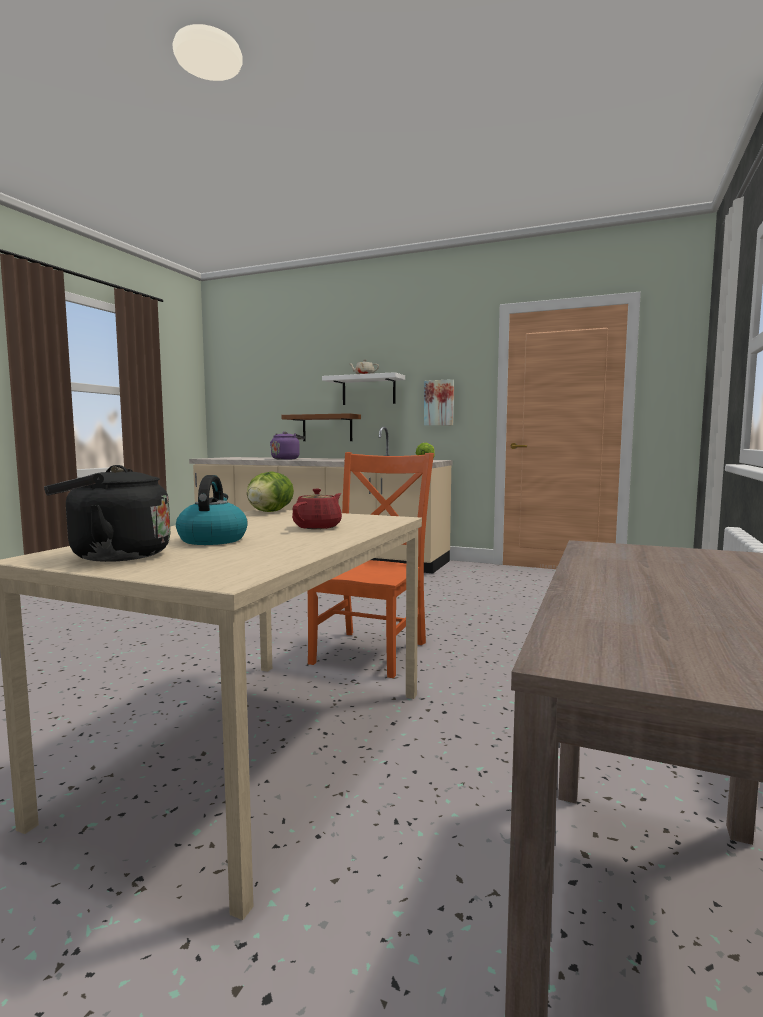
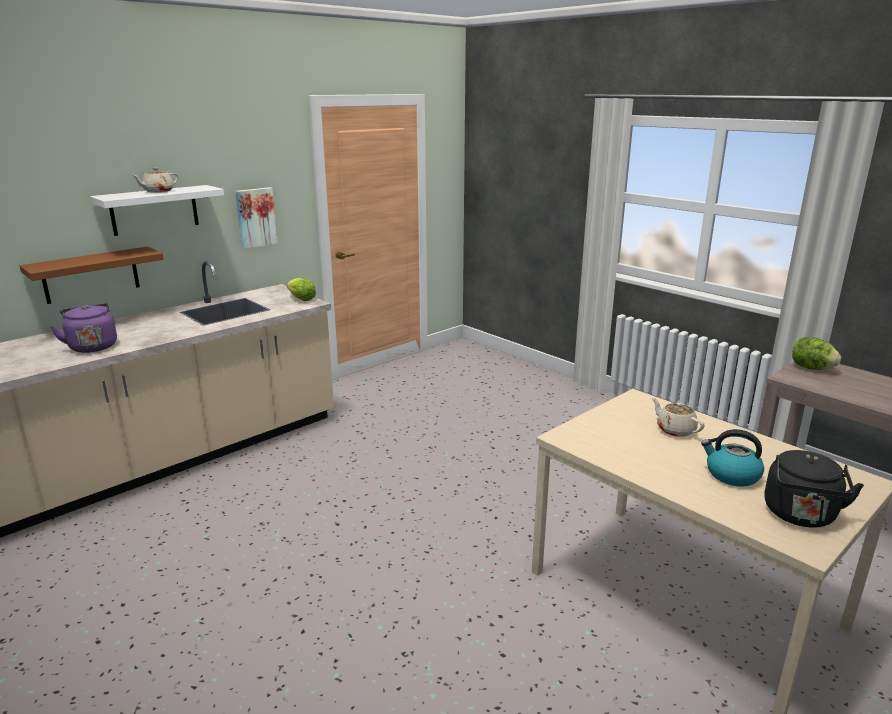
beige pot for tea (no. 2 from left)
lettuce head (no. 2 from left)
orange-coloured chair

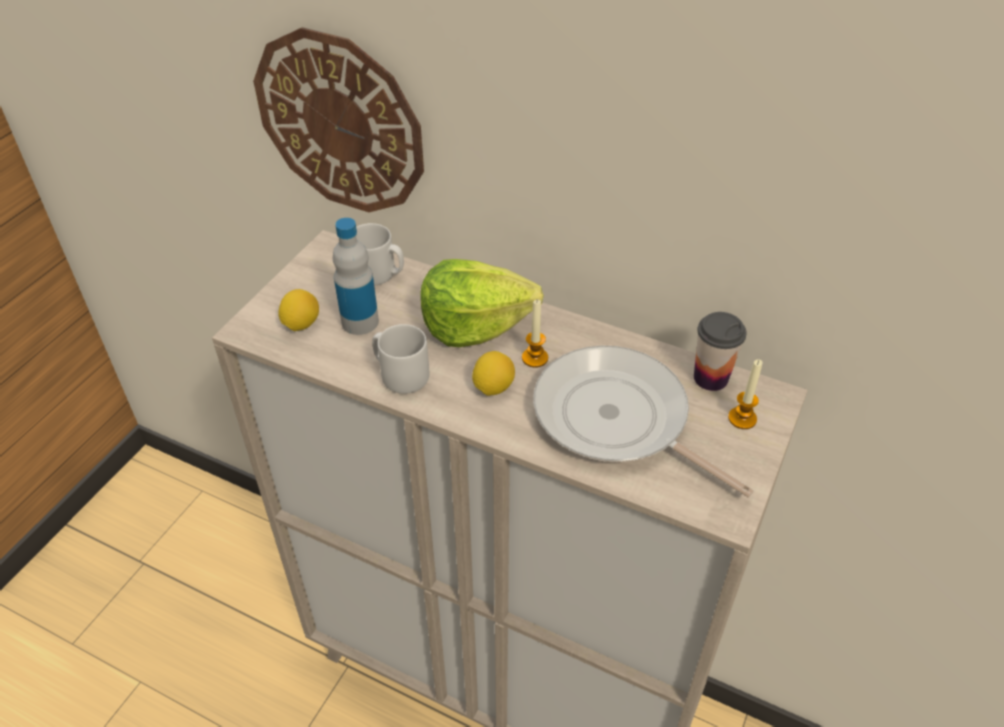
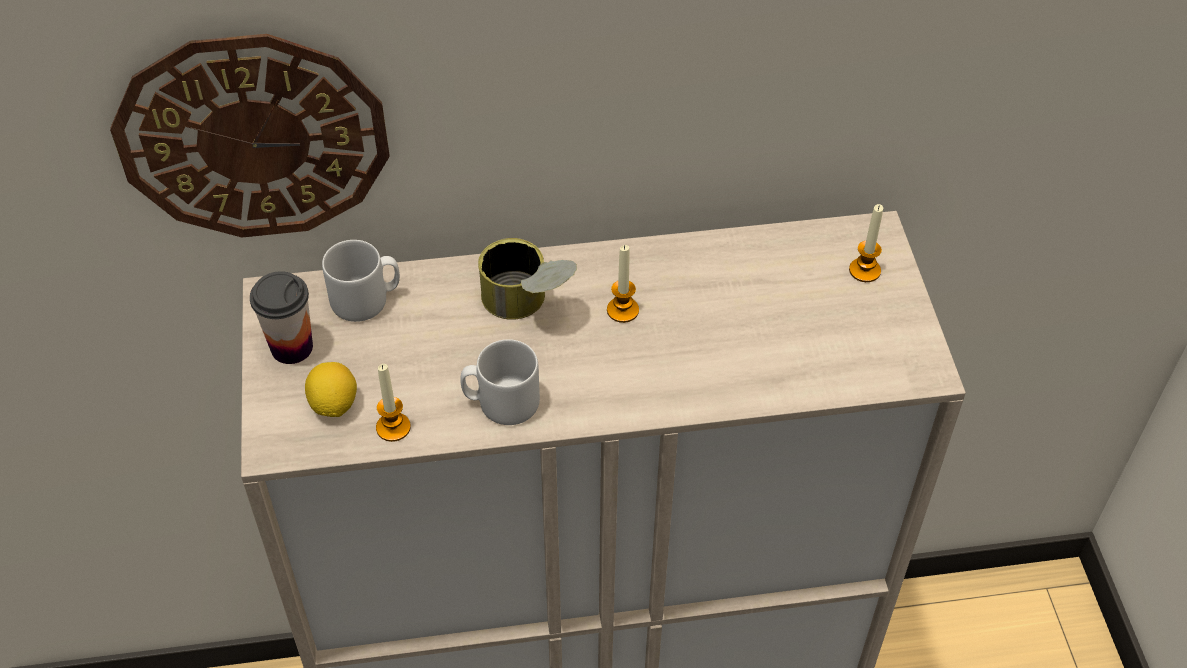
cup
candle (no. 1 from left)
can
bottle
lemon (no. 2 from left in the first image)
pan

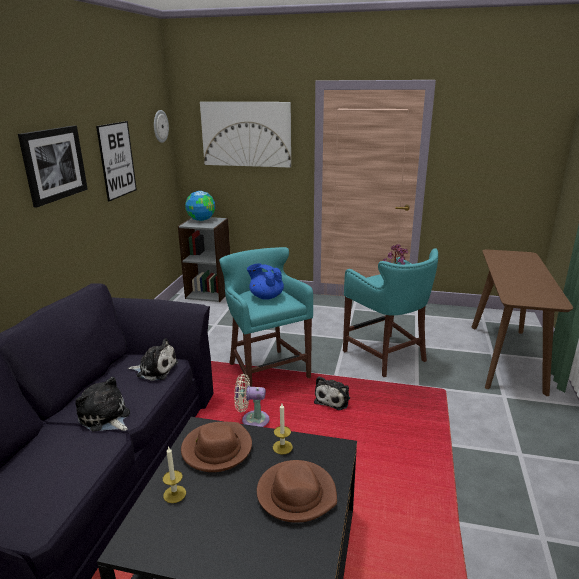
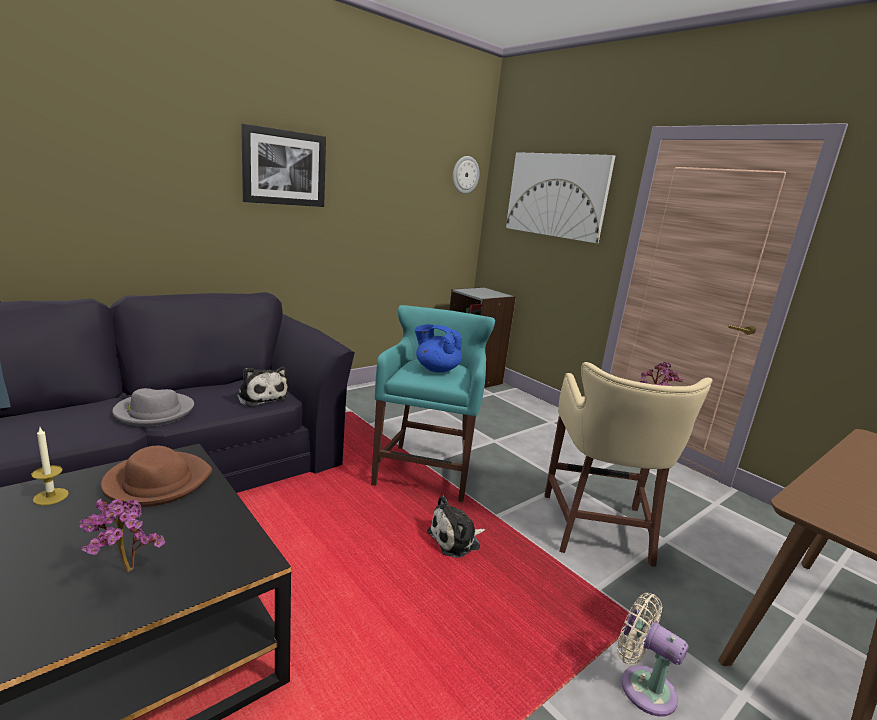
potted plant (no. 1 from left)
greyish wearable hat
blue pot for tea
beige stool
beige fan
wall picture (no. 2 from left in the first image)
desk globe
candle (no. 2 from left in the first image)

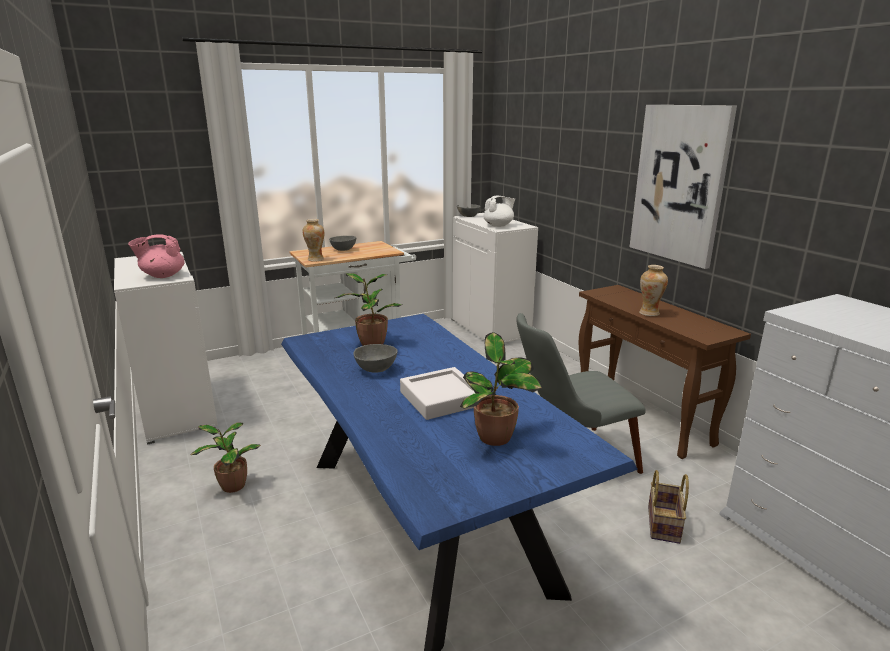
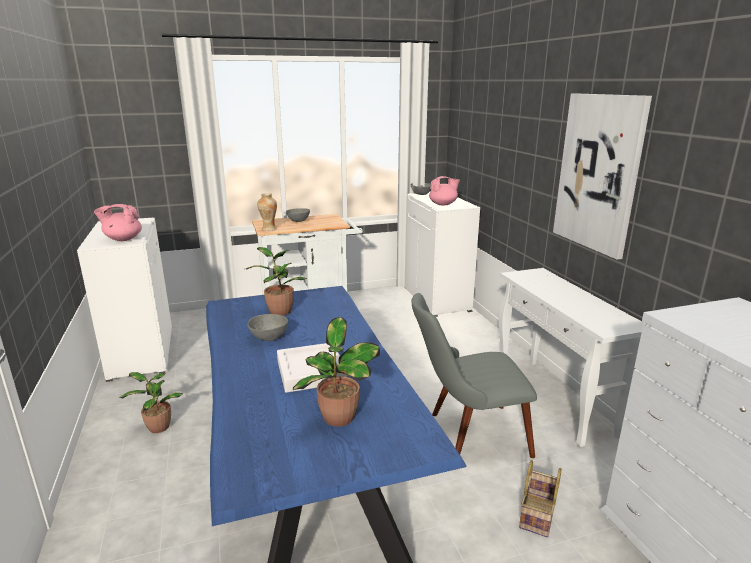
pinkish pot for tea (no. 2 from left)
white-coloured console table
flower vase (no. 2 from left in the first image)

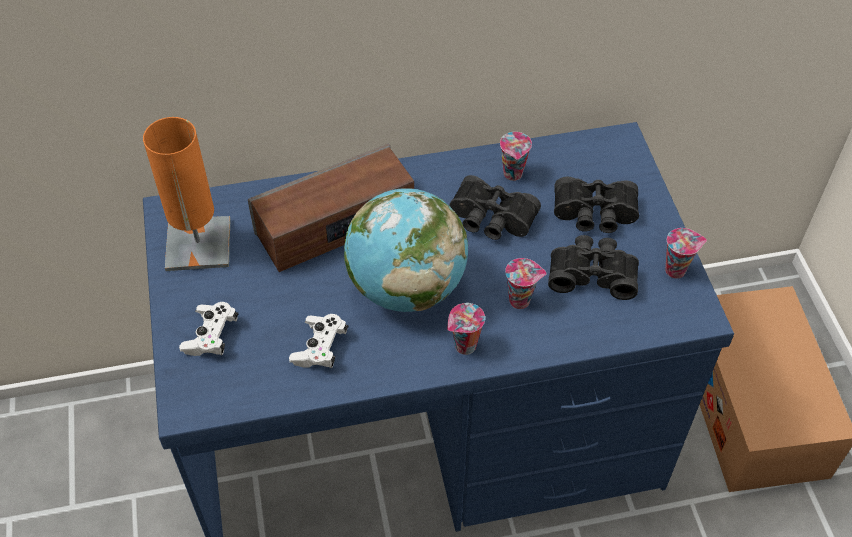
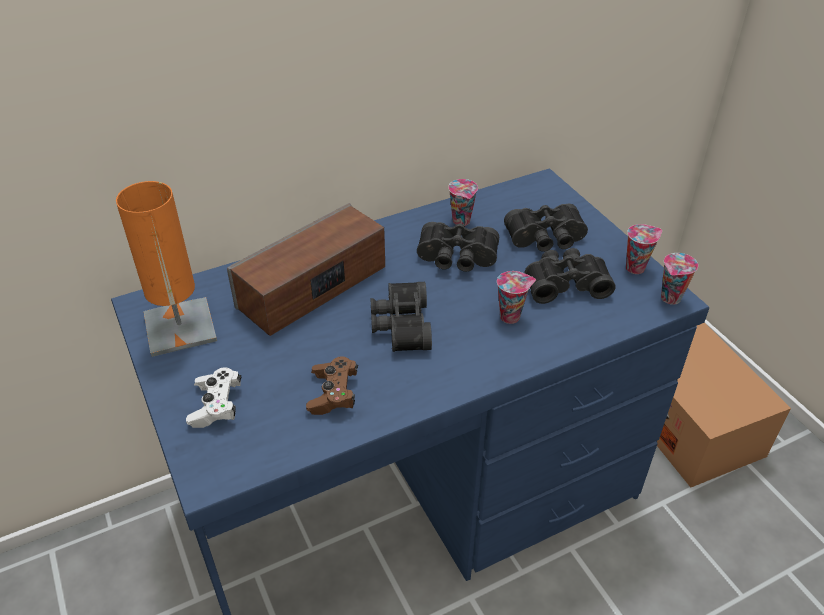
brown-coloured game controller
blackish field glasses (no. 1 from left)
cup (no. 4 from left)

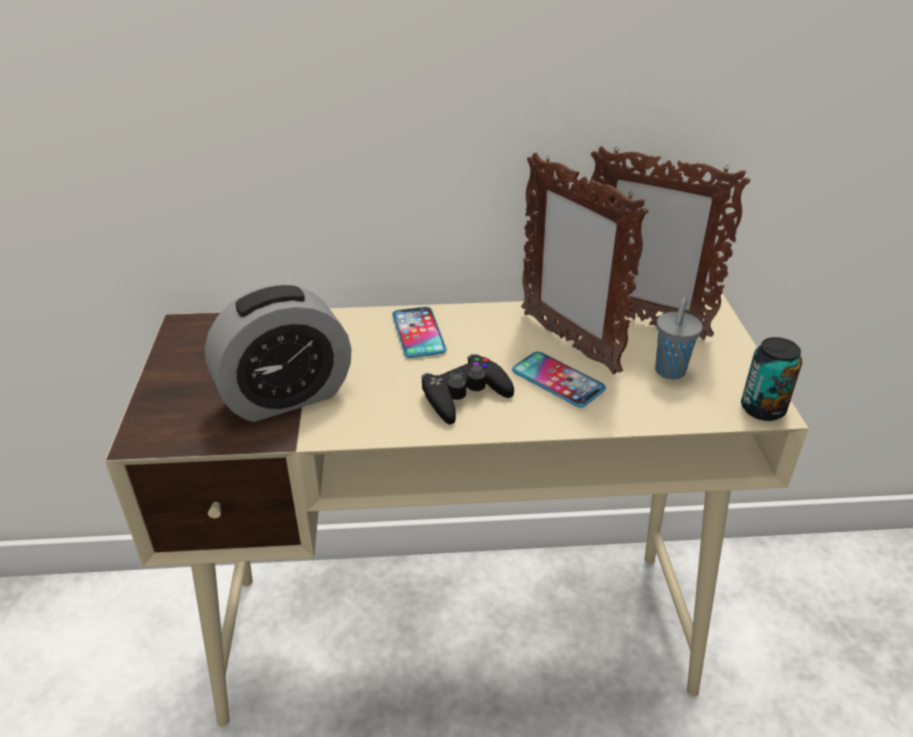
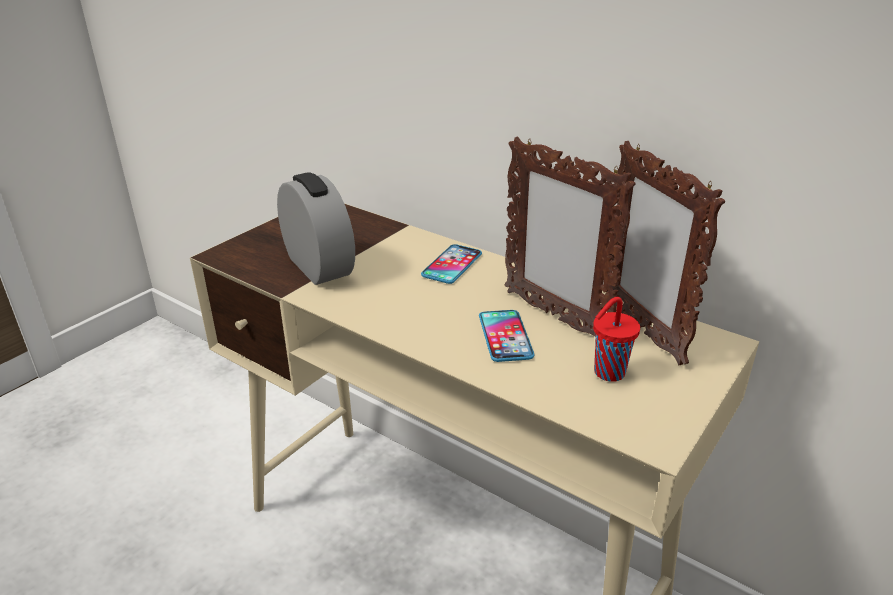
bedside clock
picture frame (no. 1 from left)
red-coloured cup
blackish game controller
can

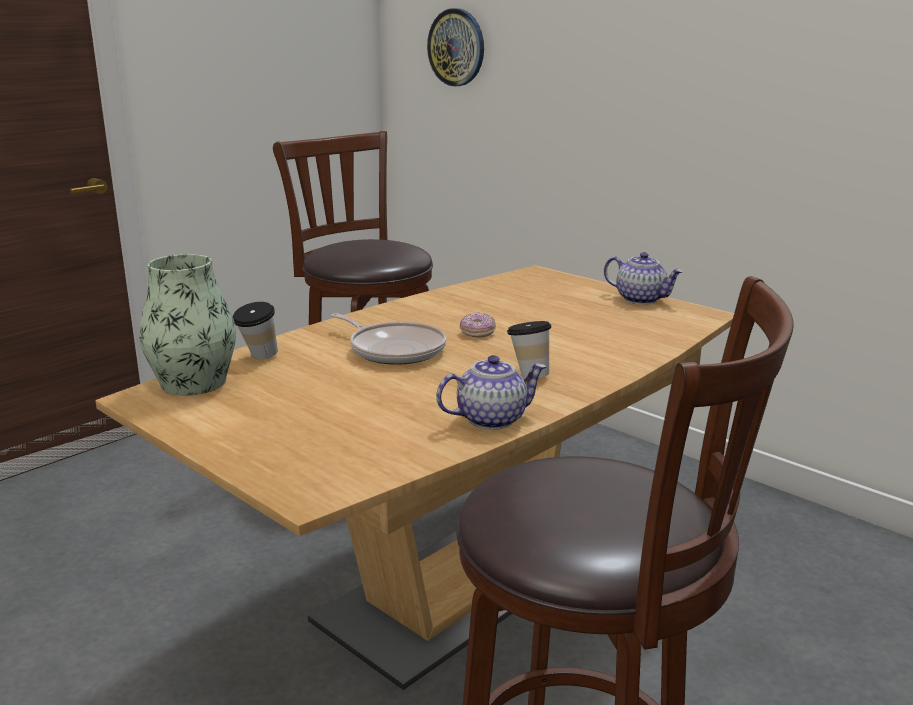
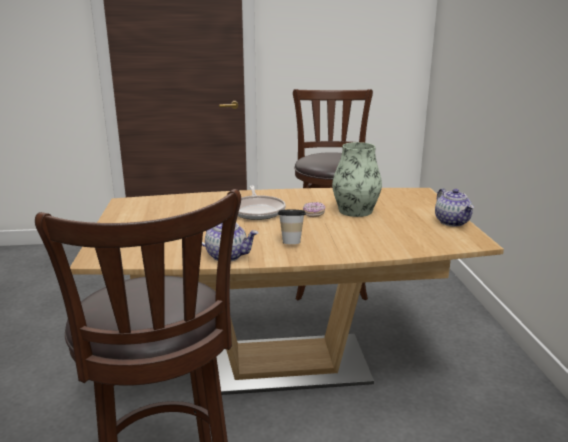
flower vase
cup (no. 1 from left in the first image)
clock on the wall

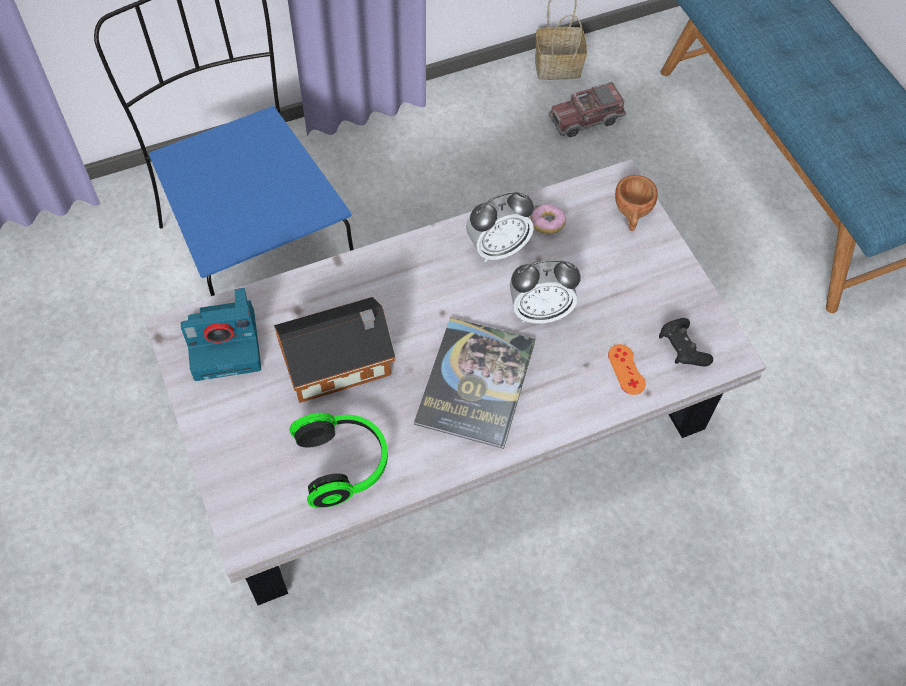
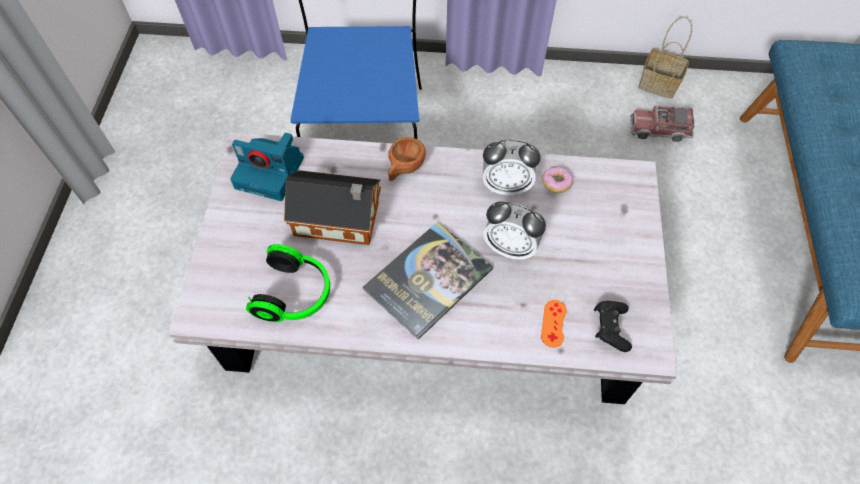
brown-coloured cup

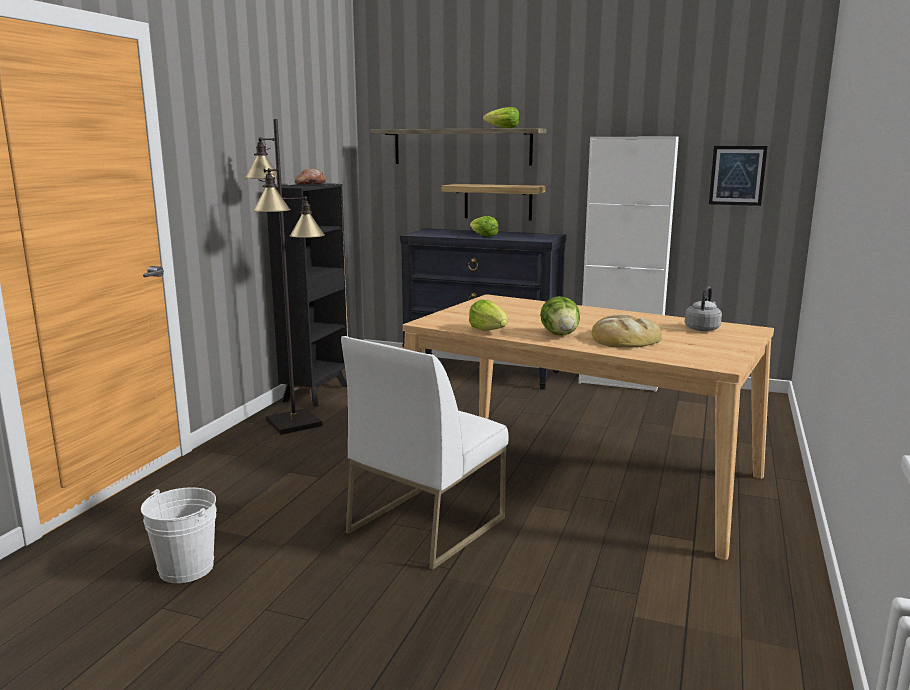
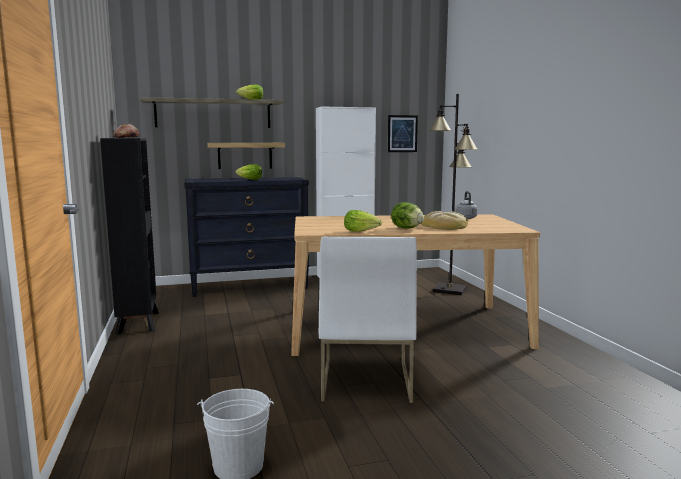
blackish standard lamp

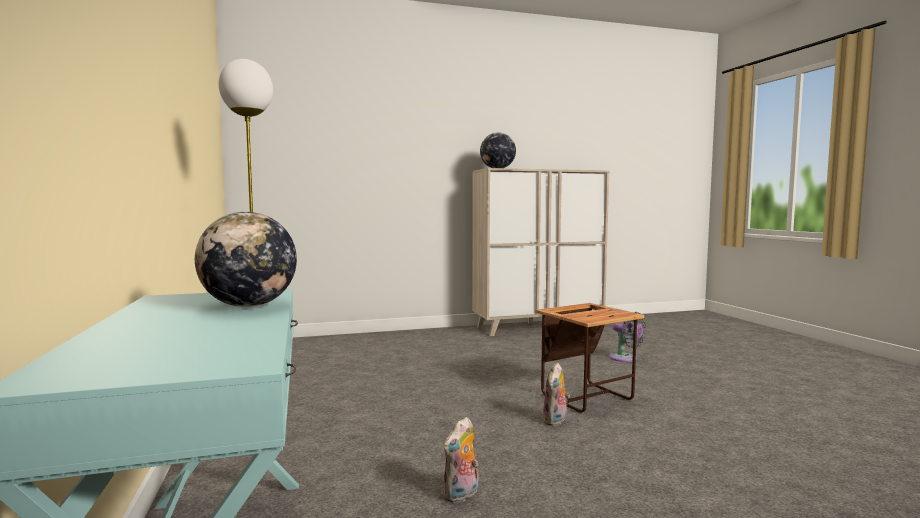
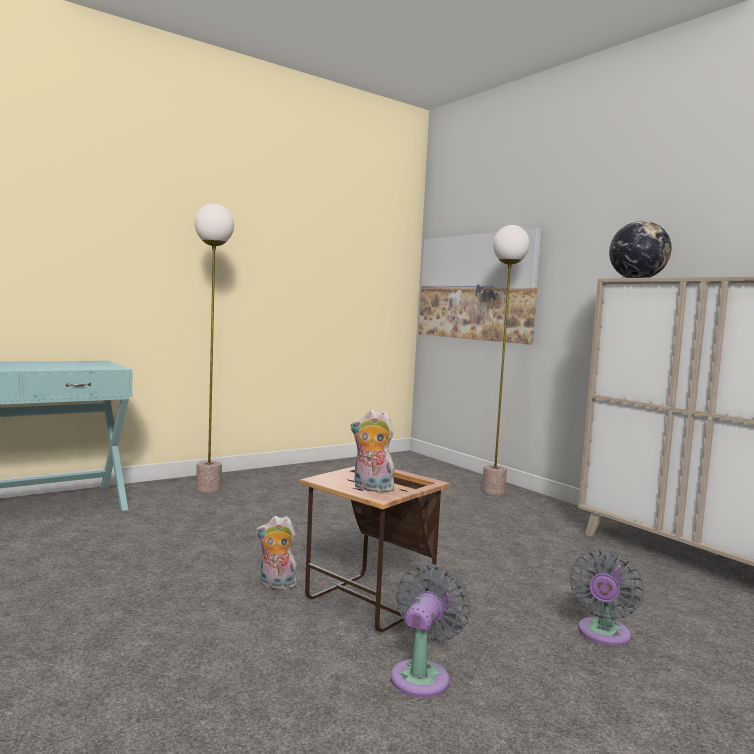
plush toy (no. 2 from left)
greyish fan (no. 1 from left)
wall picture
standard lamp (no. 2 from left)
desk globe (no. 1 from left in the first image)

